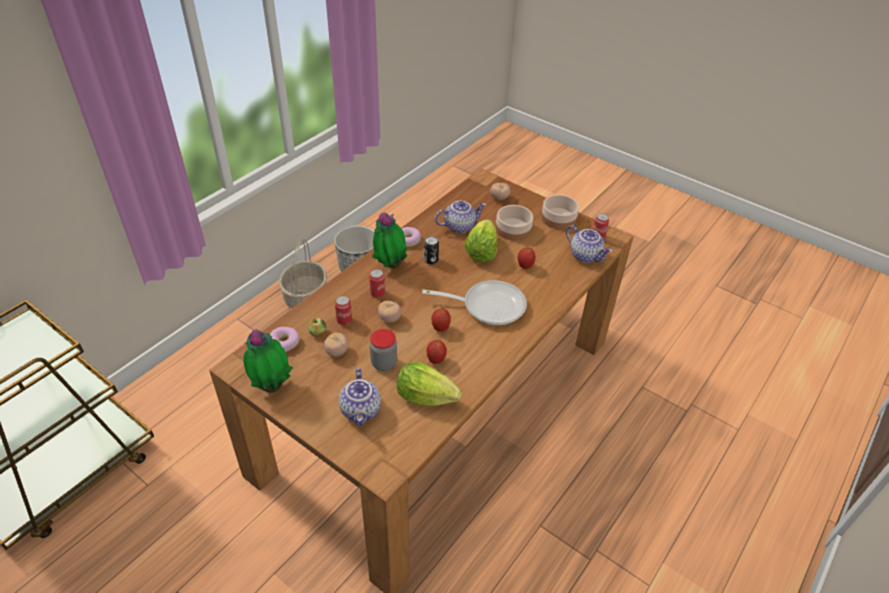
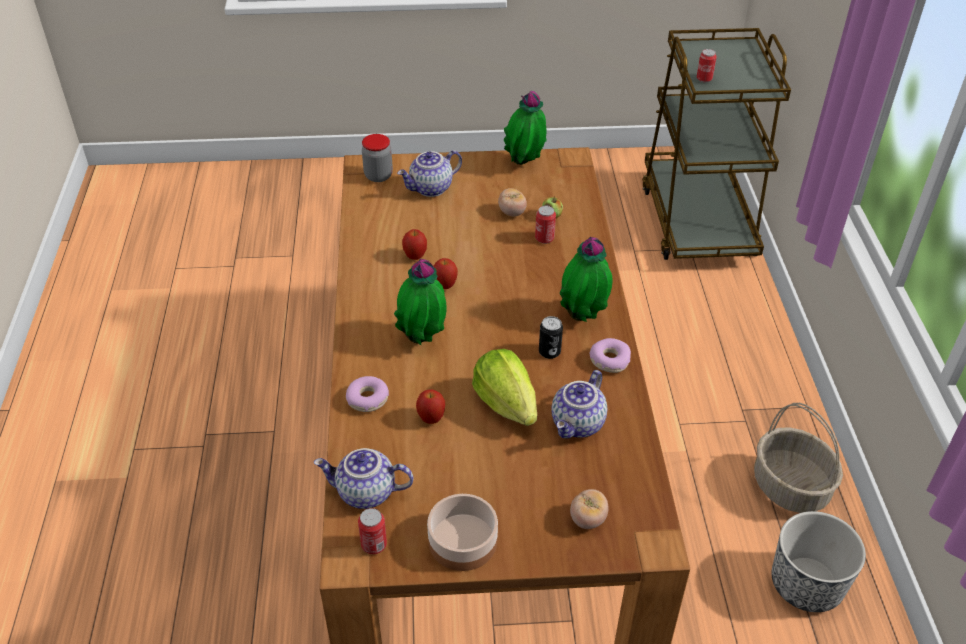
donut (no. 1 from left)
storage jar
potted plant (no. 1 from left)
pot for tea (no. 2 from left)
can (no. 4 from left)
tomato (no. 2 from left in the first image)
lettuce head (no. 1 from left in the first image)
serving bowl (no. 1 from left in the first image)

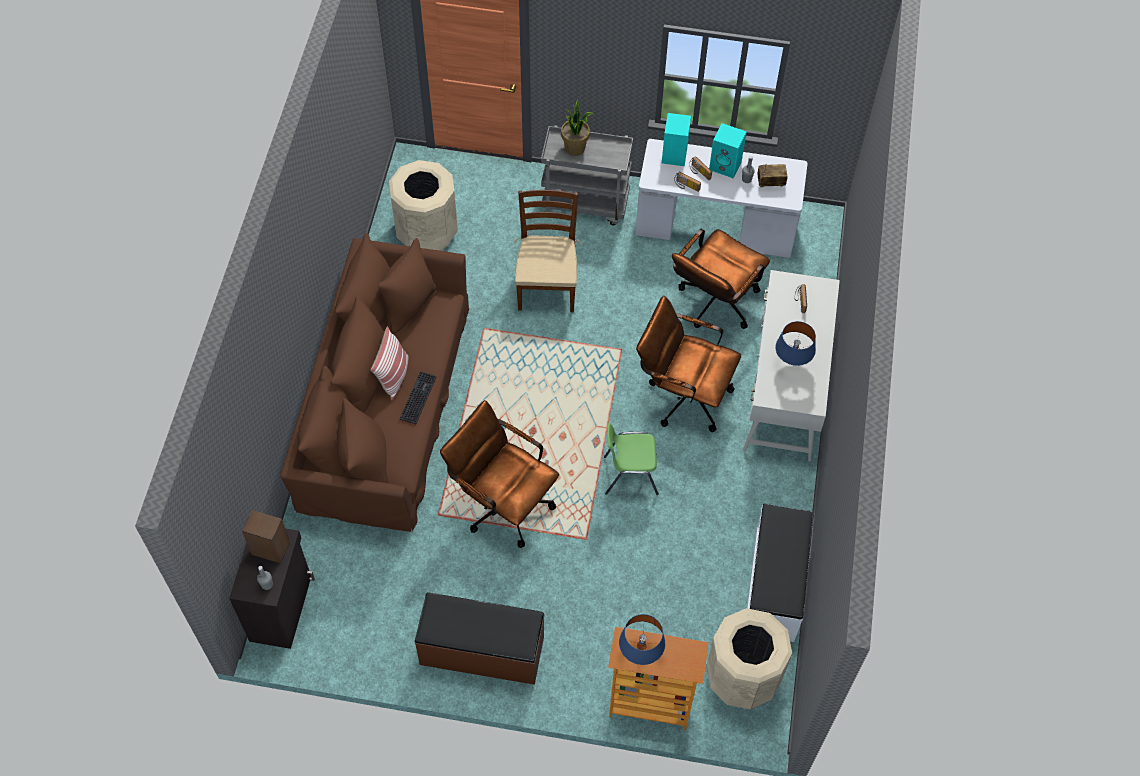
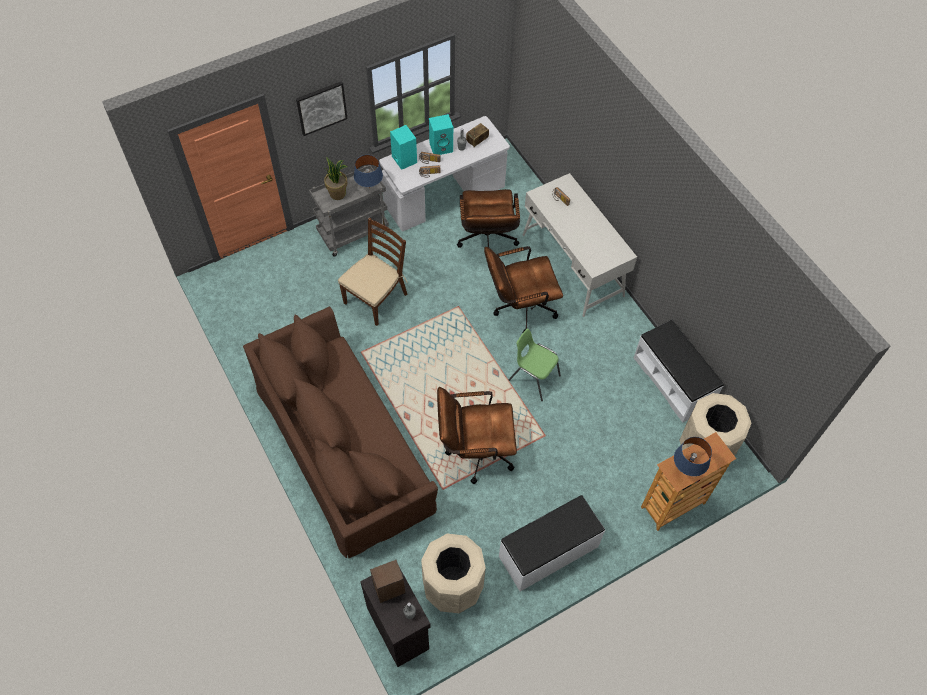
wall picture
brown-coloured chair
blue tabletop lamp (no. 1 from left)
beige waste bin (no. 1 from left)
white-coloured bench (no. 1 from left)
greenish chair
pillow
computer keyboard

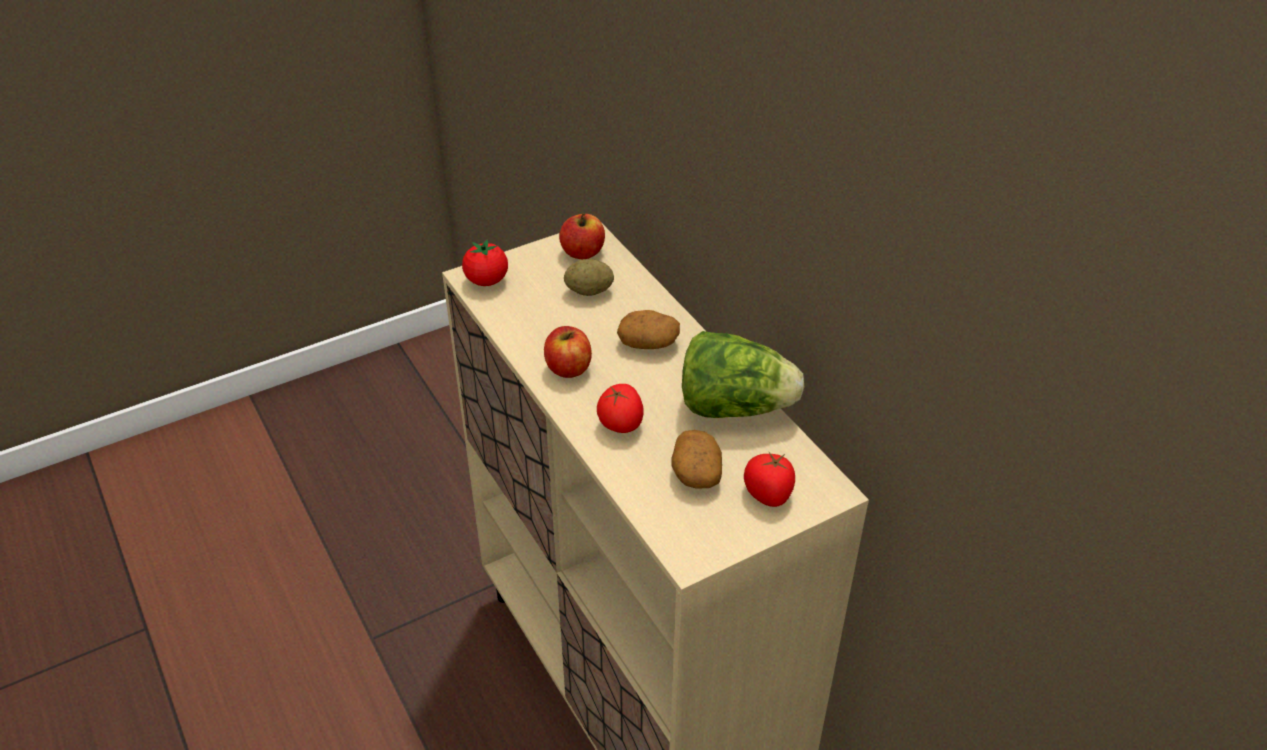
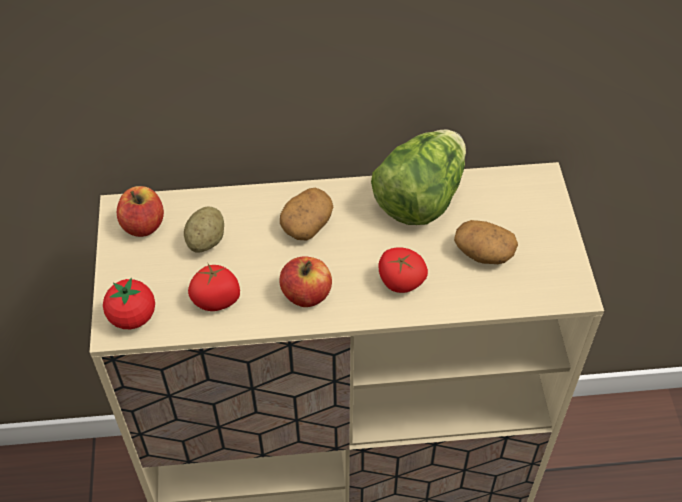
tomato (no. 2 from left)

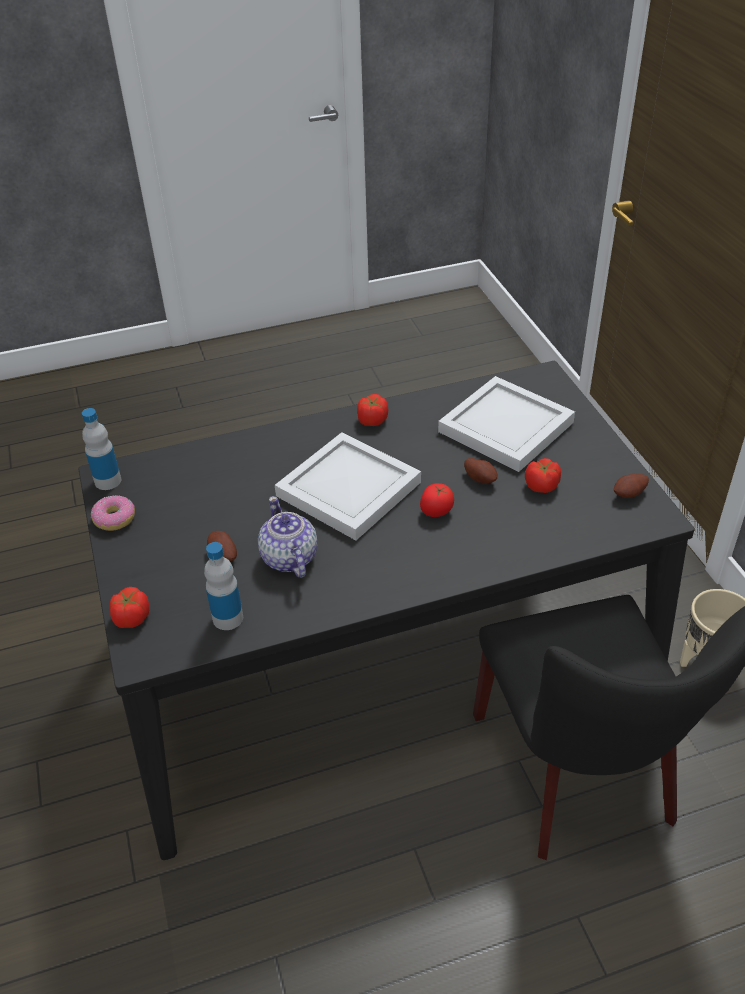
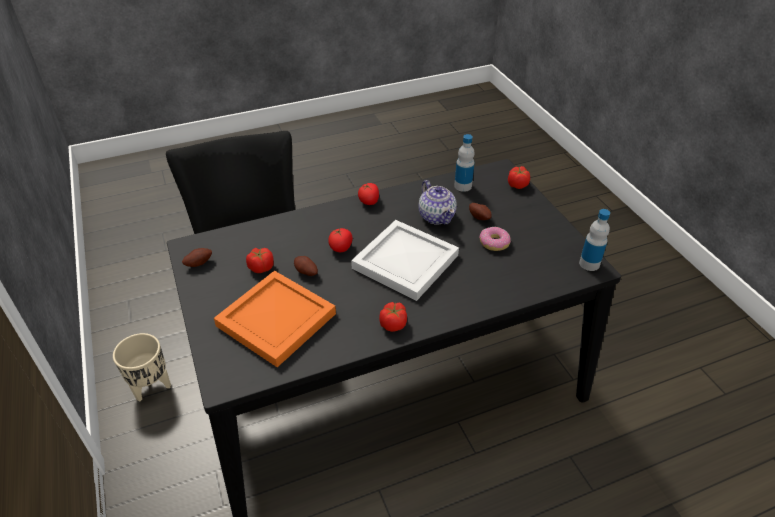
orange-coloured tray
tomato (no. 3 from left)
donut

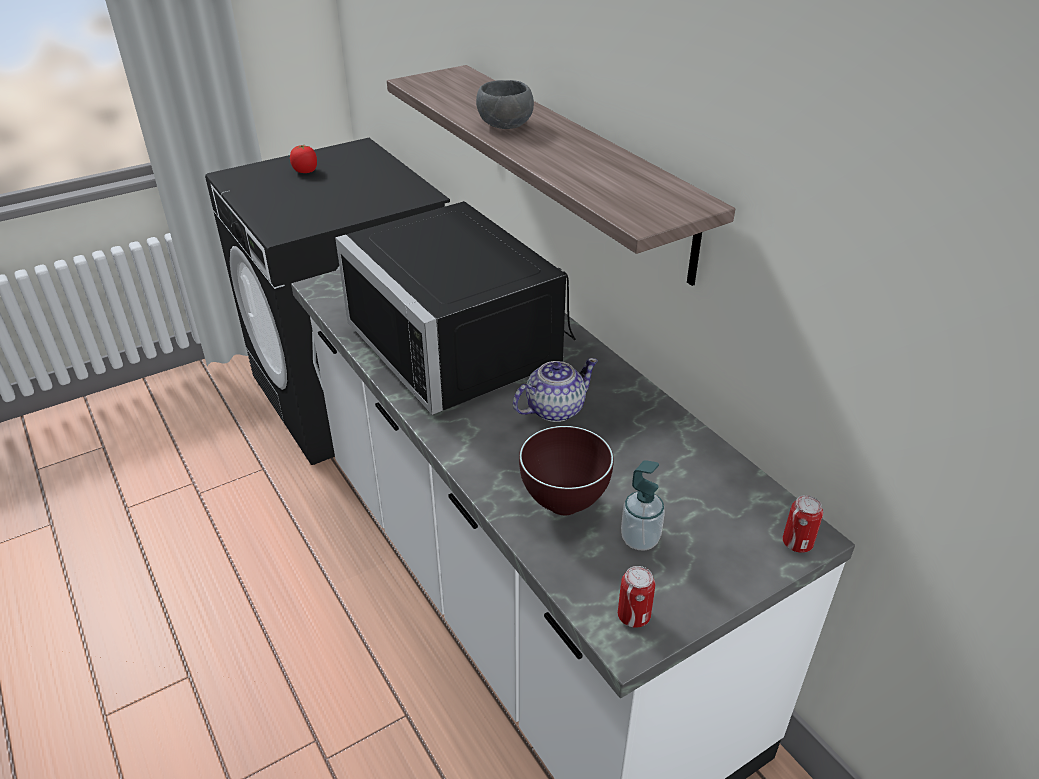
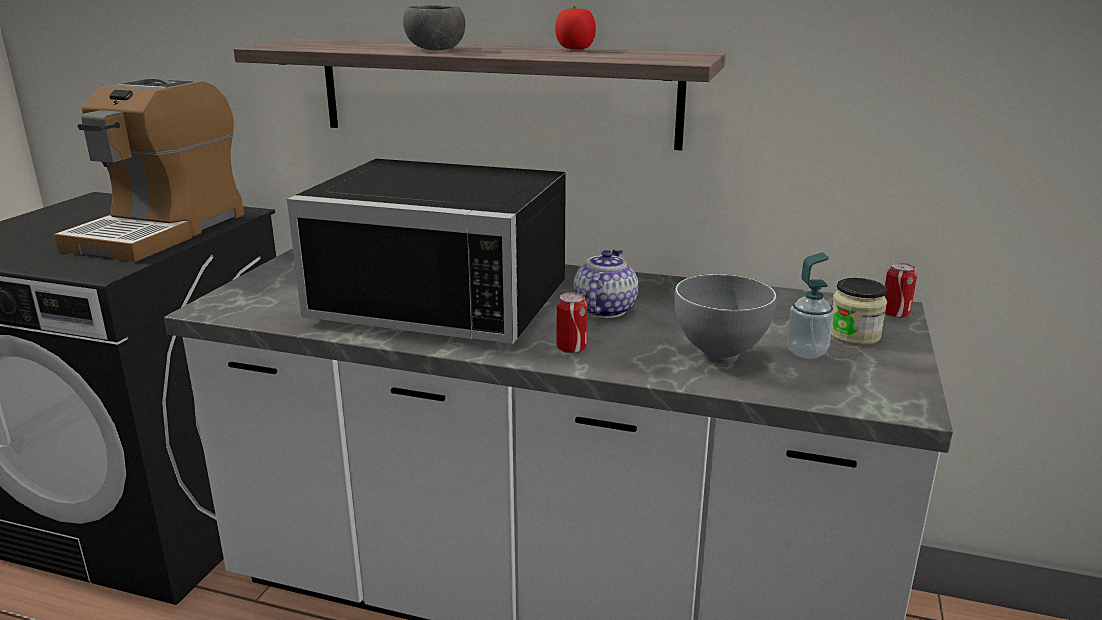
coffee machine
tomato
can (no. 1 from left)
greyish serving bowl (no. 2 from left)
storage jar

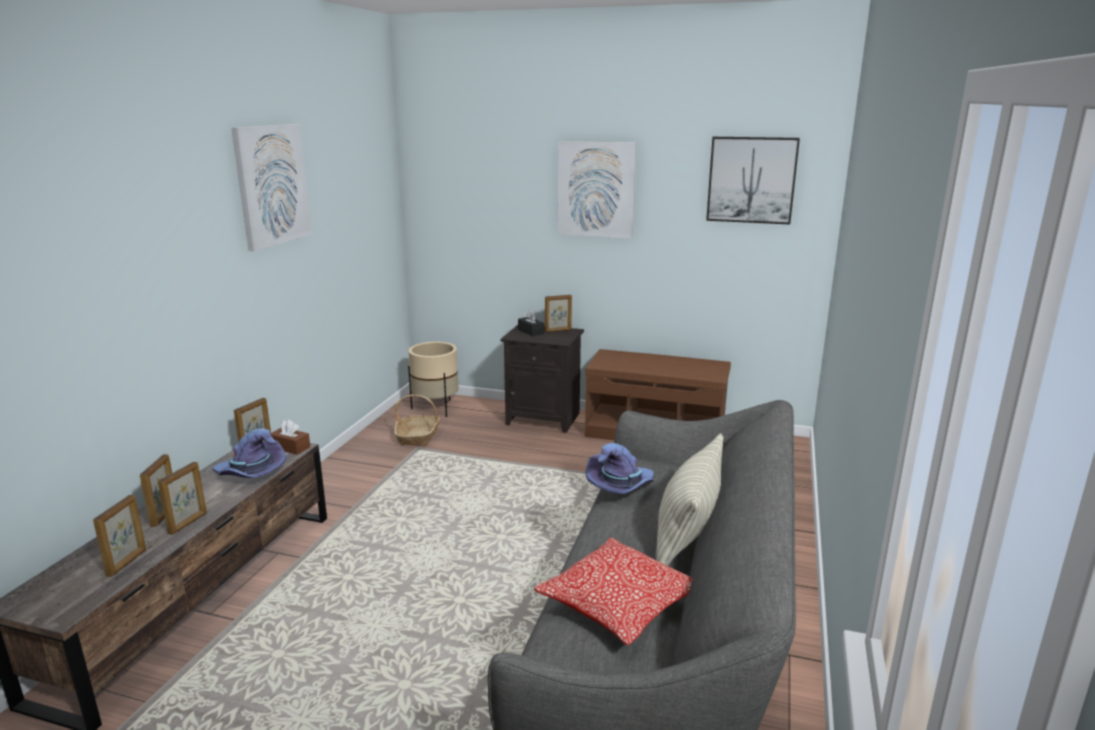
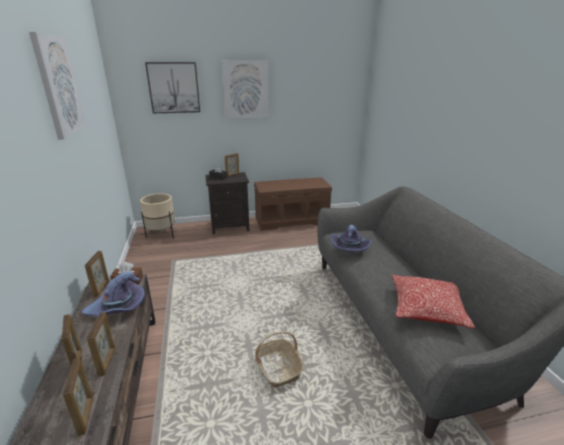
wall picture (no. 2 from left)
household basket
pillow (no. 2 from left in the first image)

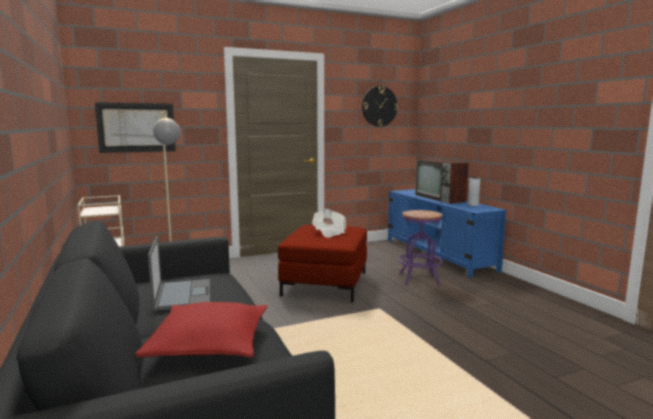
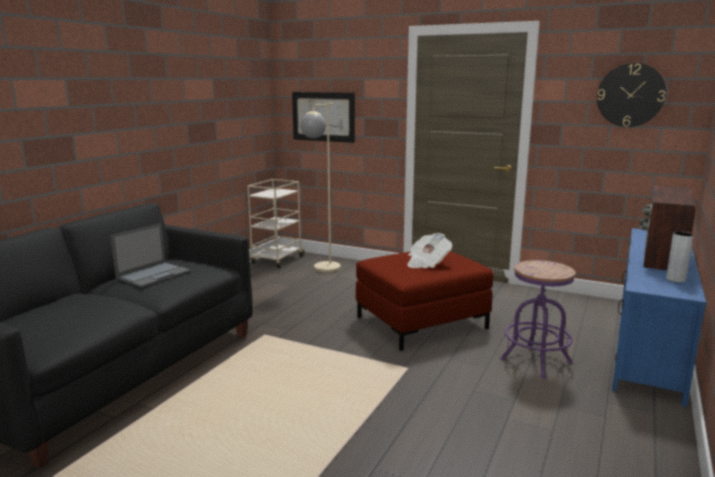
red-coloured pillow

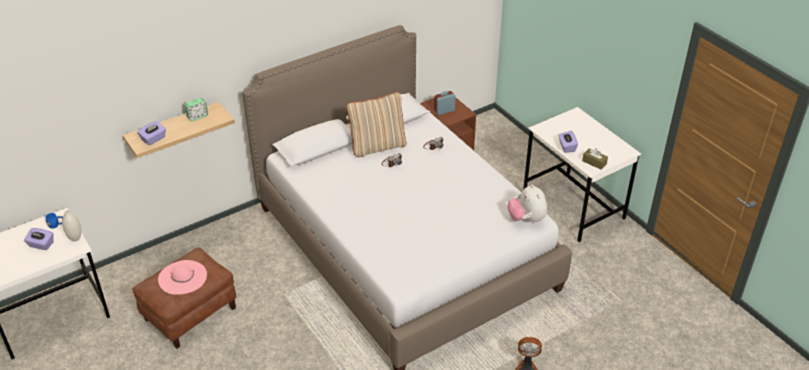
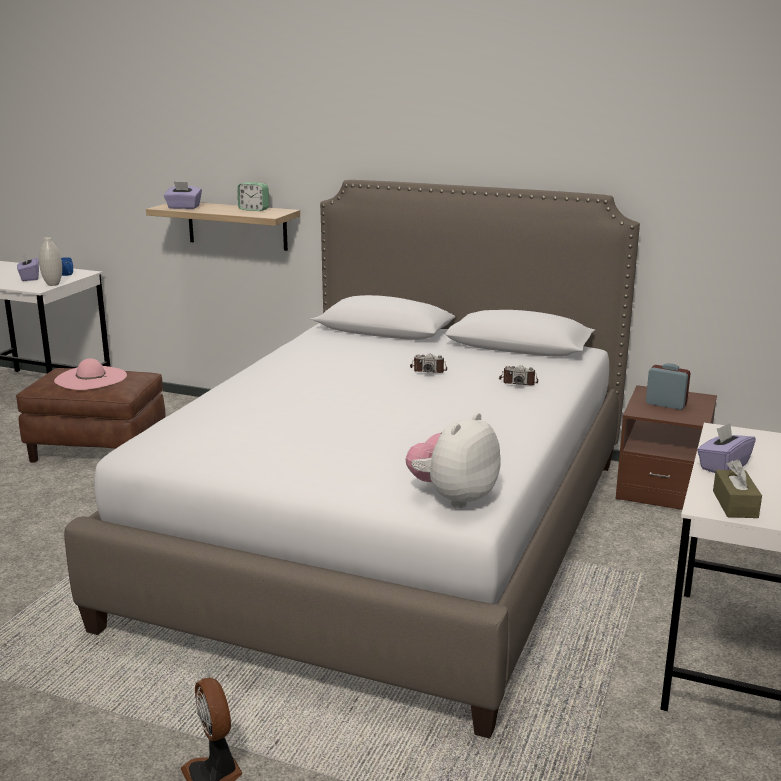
beige pillow

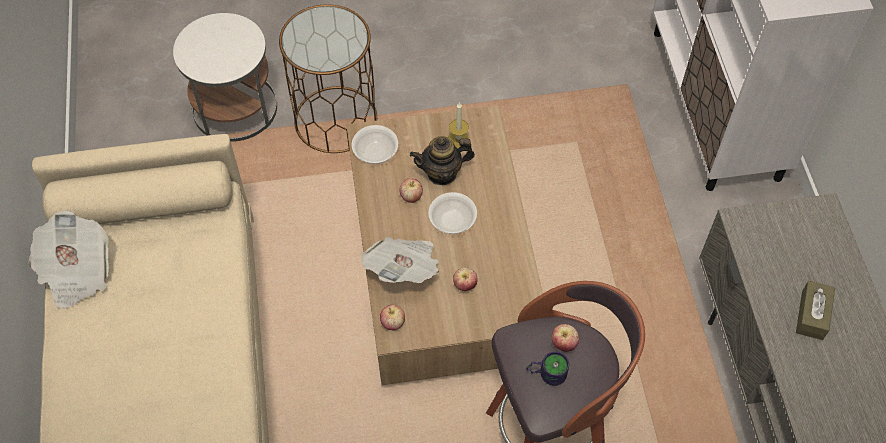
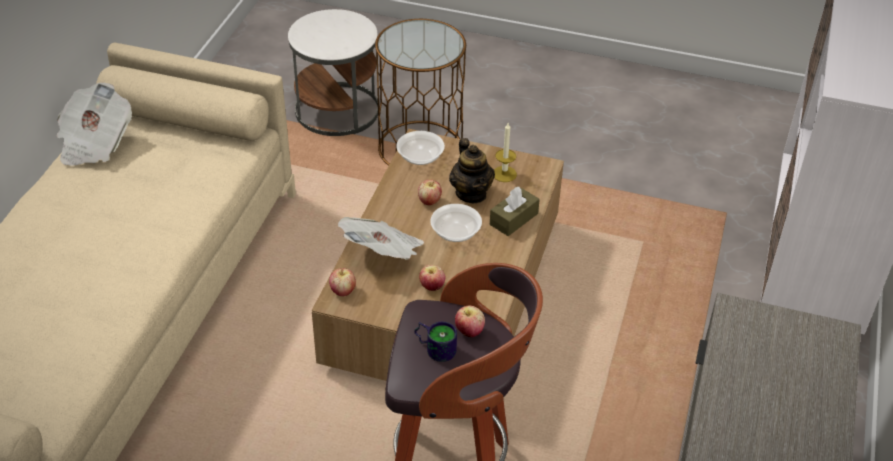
pot for tea
brown-coloured tissue holder

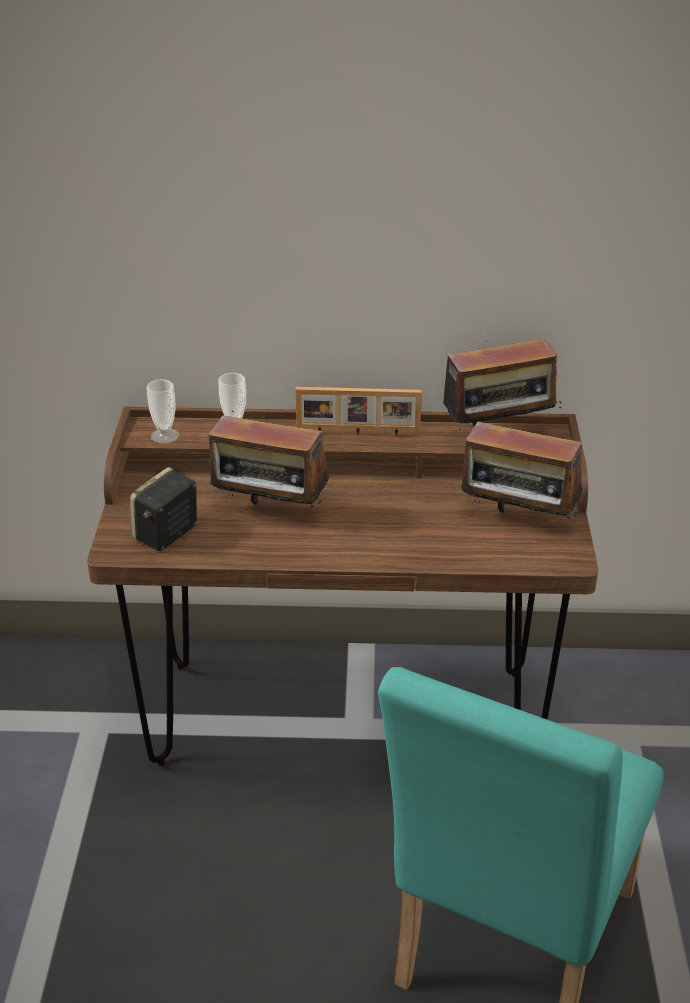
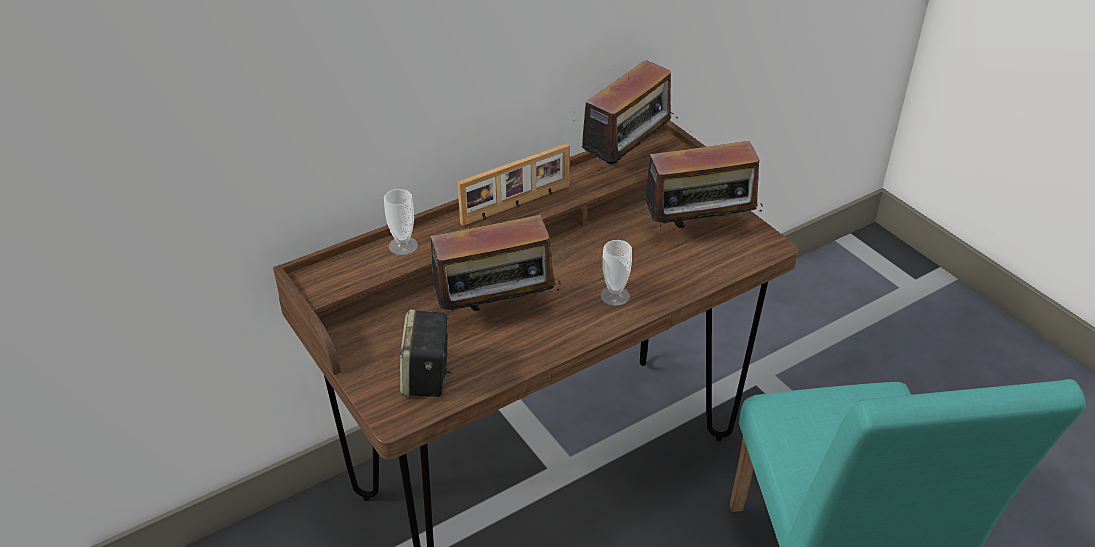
cup (no. 2 from left)

